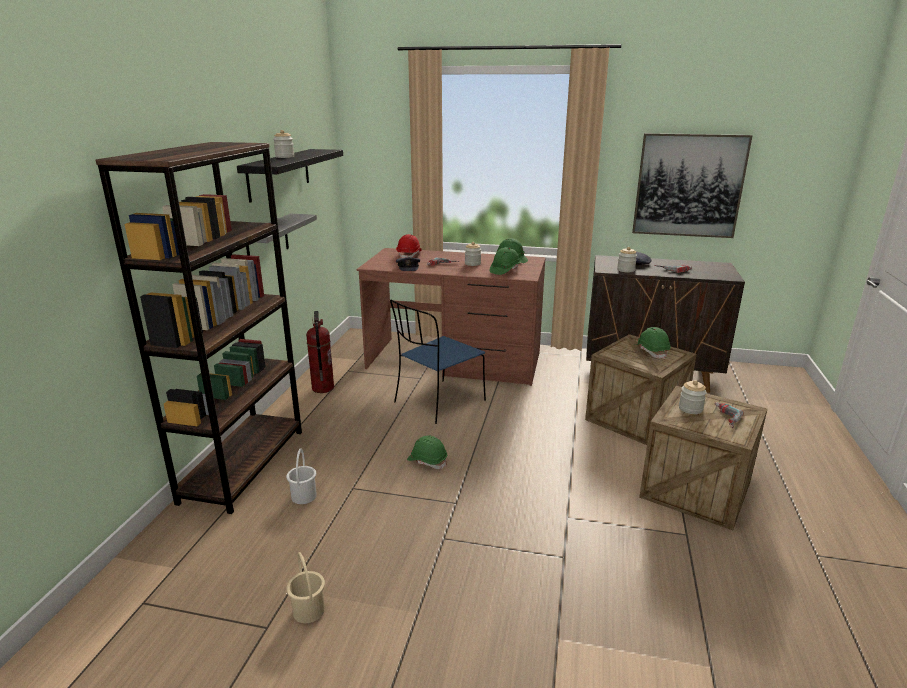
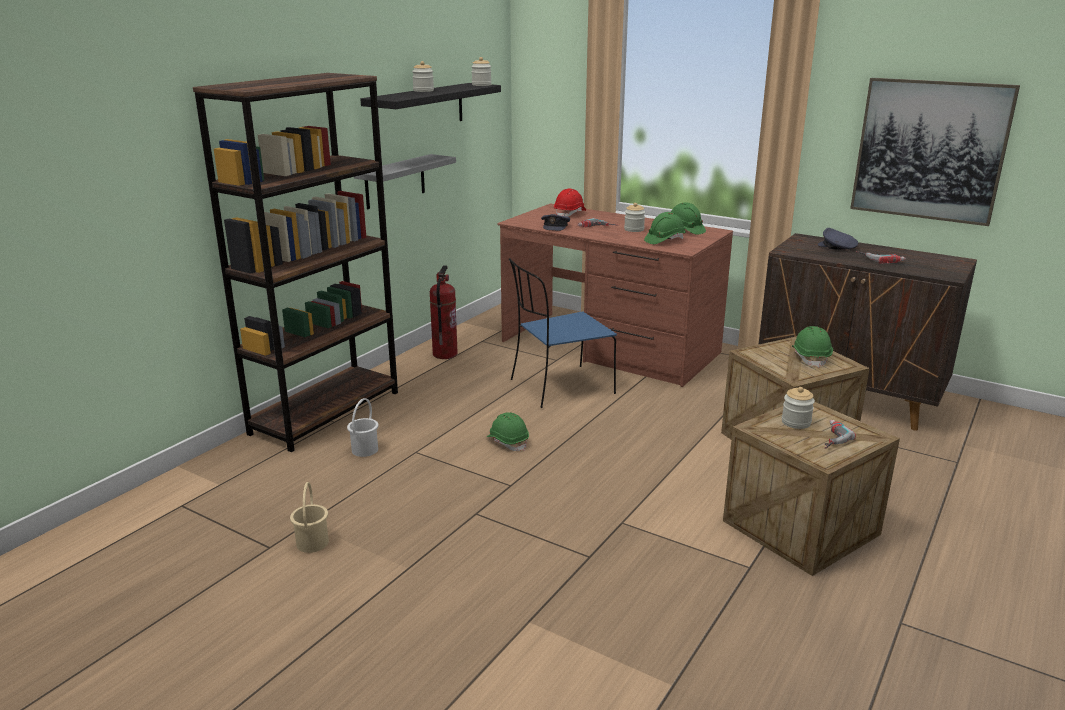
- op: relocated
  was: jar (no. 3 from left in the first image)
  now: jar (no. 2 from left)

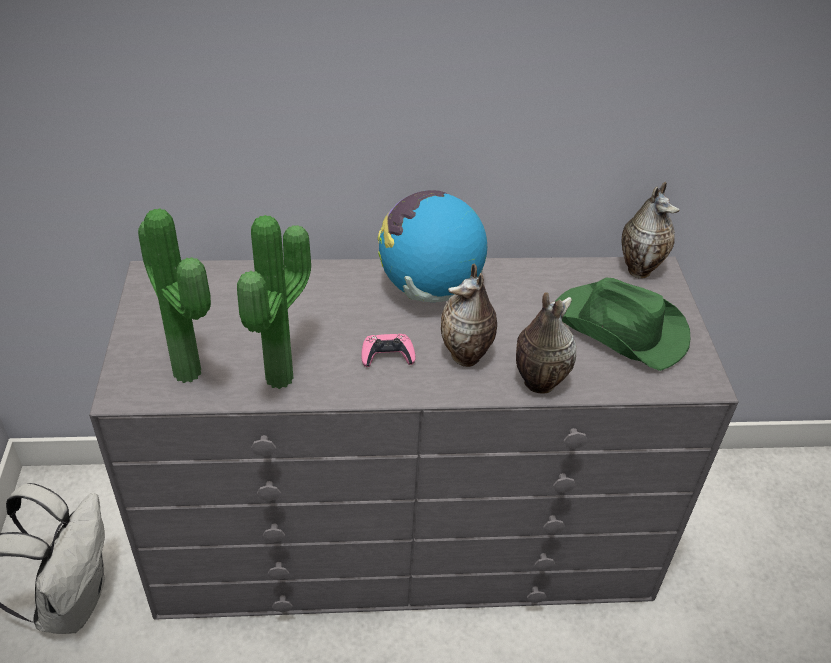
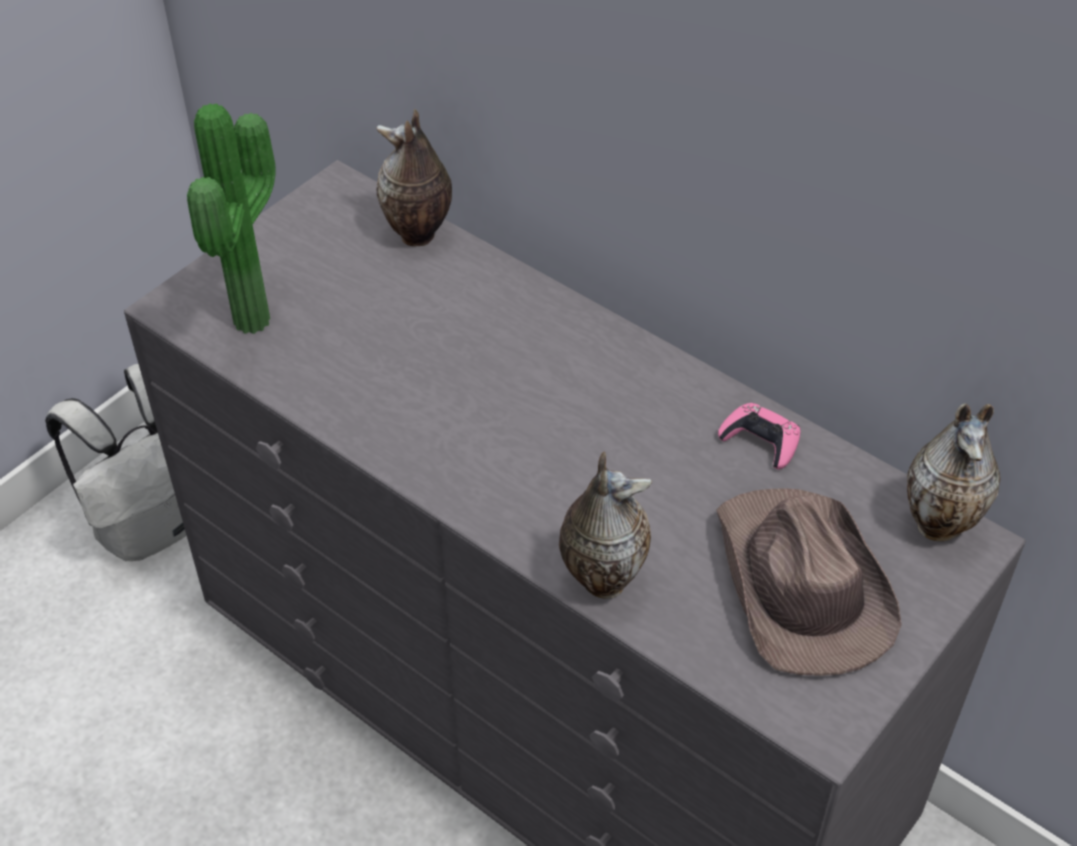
- op: relocated
  was: decorative vase (no. 1 from left)
- op: colour
  was: clothing hat/green
  now: clothing hat/brown
- op: relocated
  was: game controller/pinkish
- op: missing
  was: plant in a pot (no. 2 from left)
- op: missing
  was: globe

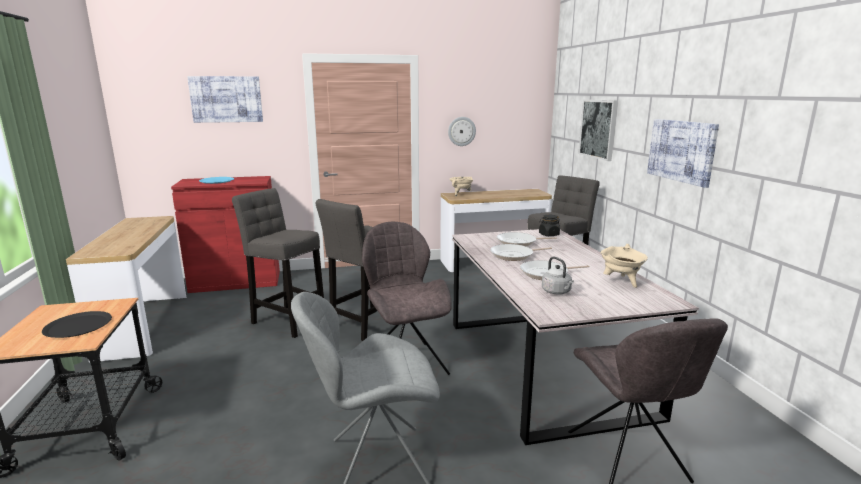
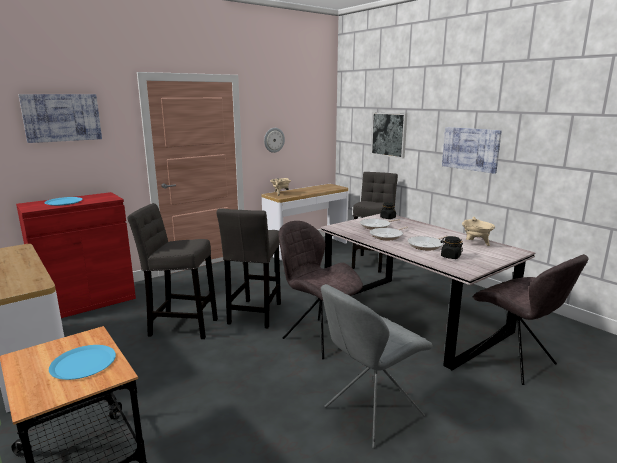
- op: colour
  was: flat dish/black-coloured
  now: flat dish/blue-coloured (no. 2 from left)
- op: exchanged
  was: tea kettle/gray
  now: jar/black-coloured (no. 2 from left)

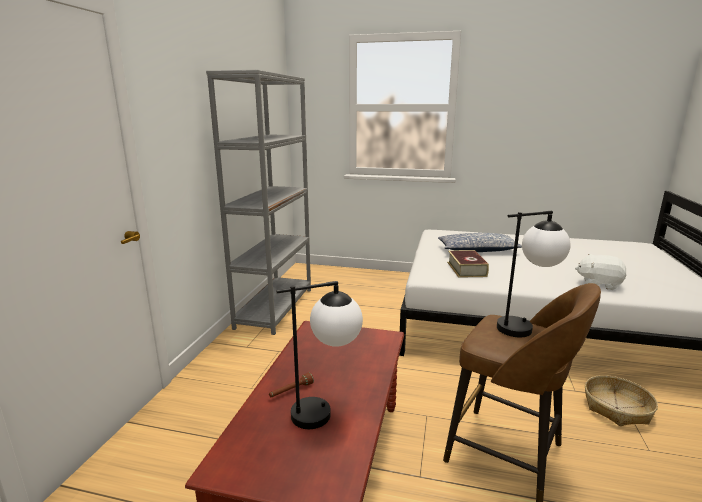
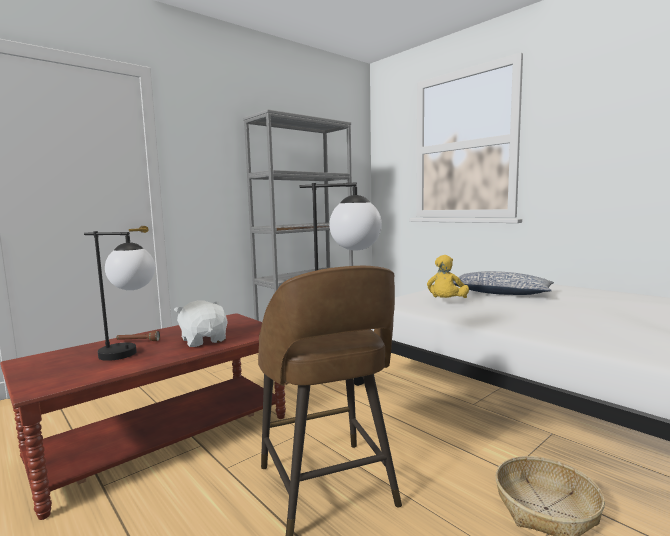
- op: relocated
  was: cuddly toy/whitish
- op: exchanged
  was: book
  now: cuddly toy/yellowish

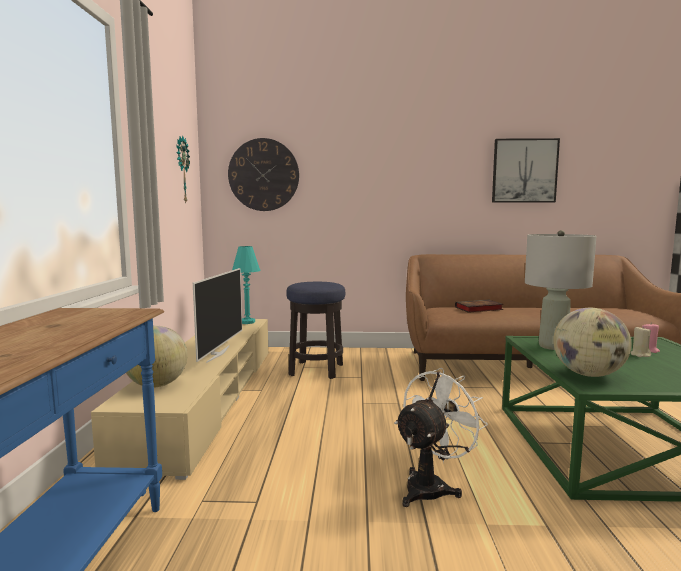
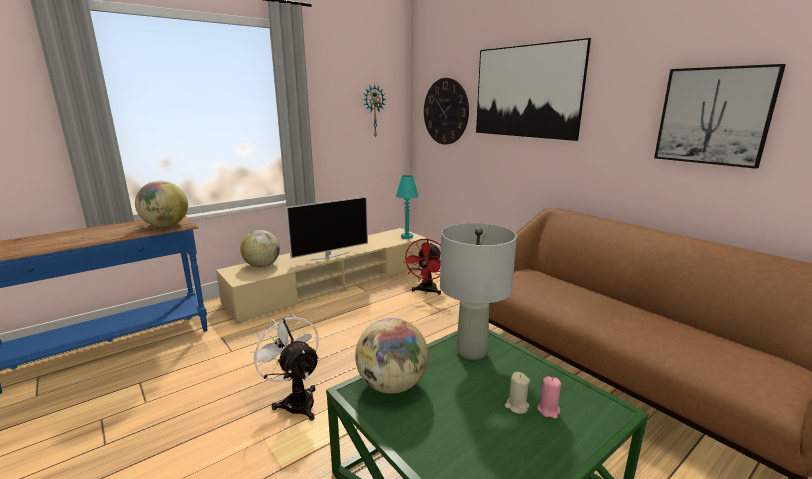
- op: appeared
  now: globe (no. 1 from left)
- op: spun
  was: electric fan/whitish
  clockwise: -135
- op: exchanged
  was: stool
  now: electric fan/reddish
- op: appeared
  now: picture (no. 1 from left)
- op: missing
  was: book

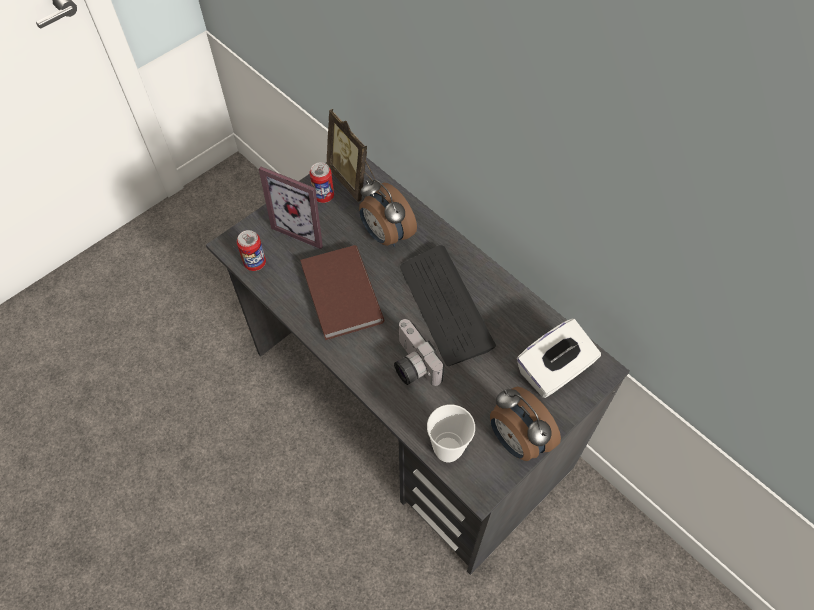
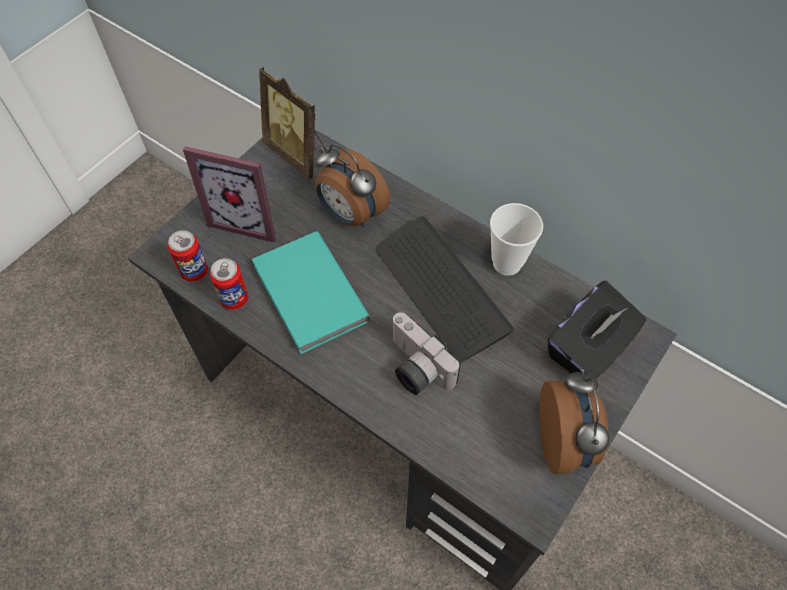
- op: relocated
  was: can (no. 2 from left)
- op: colour
  was: book/brown
  now: book/blue-green
- op: relocated
  was: small cup
- op: spun
  was: table clock (no. 2 from left)
  clockwise: -135
- op: colour
  was: tissue holder/whitish
  now: tissue holder/black-coloured

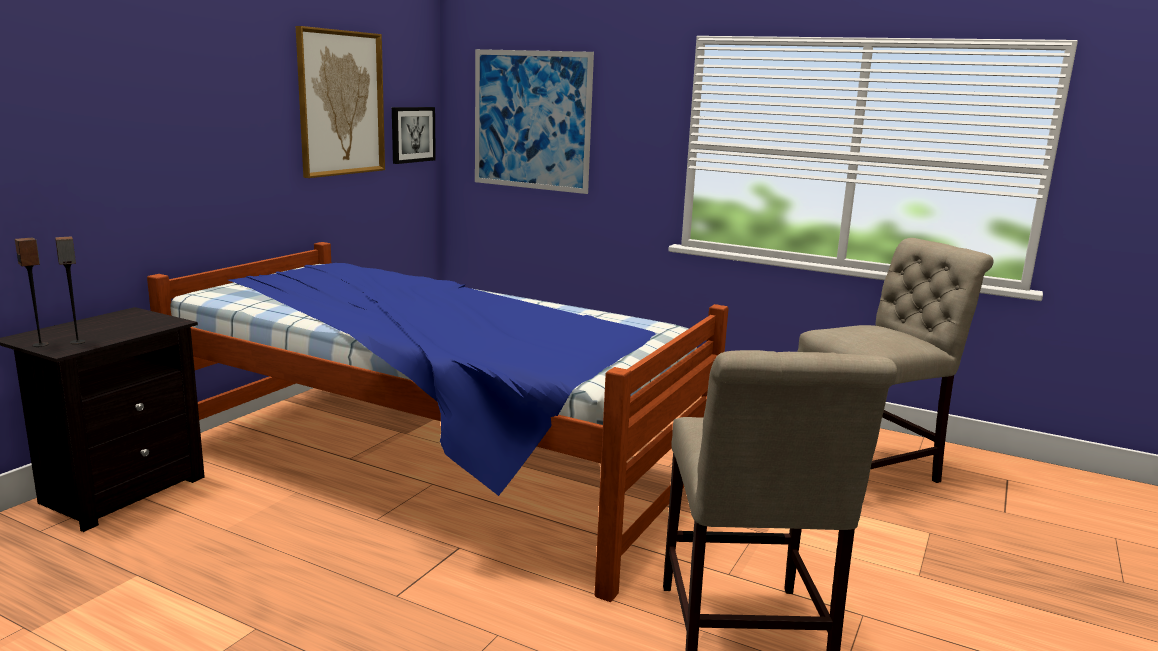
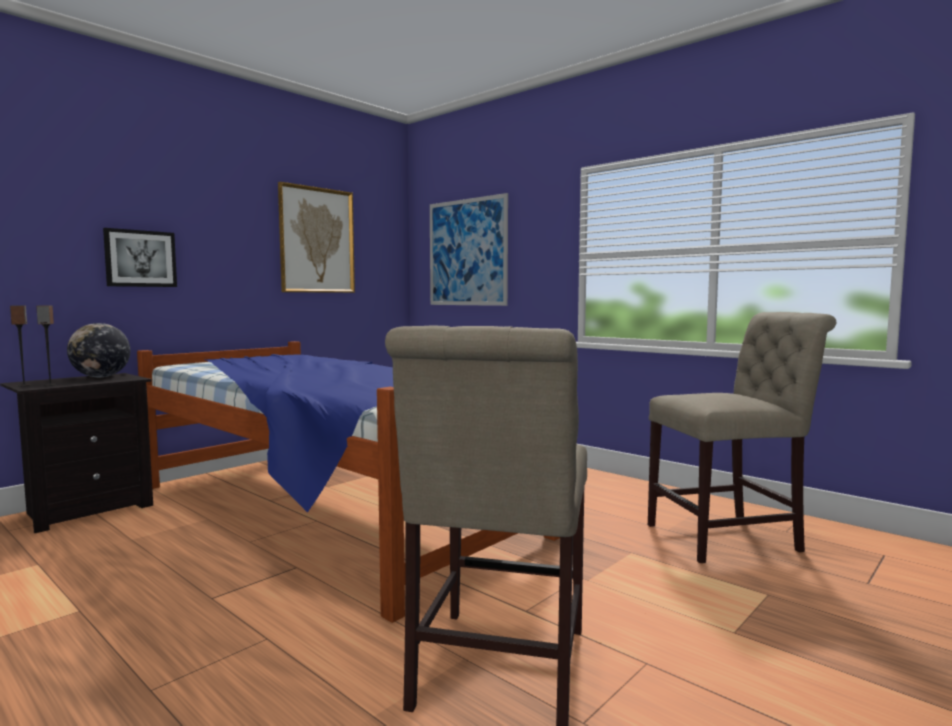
- op: appeared
  now: globe
- op: relocated
  was: picture (no. 2 from left in the first image)
  now: picture (no. 1 from left)

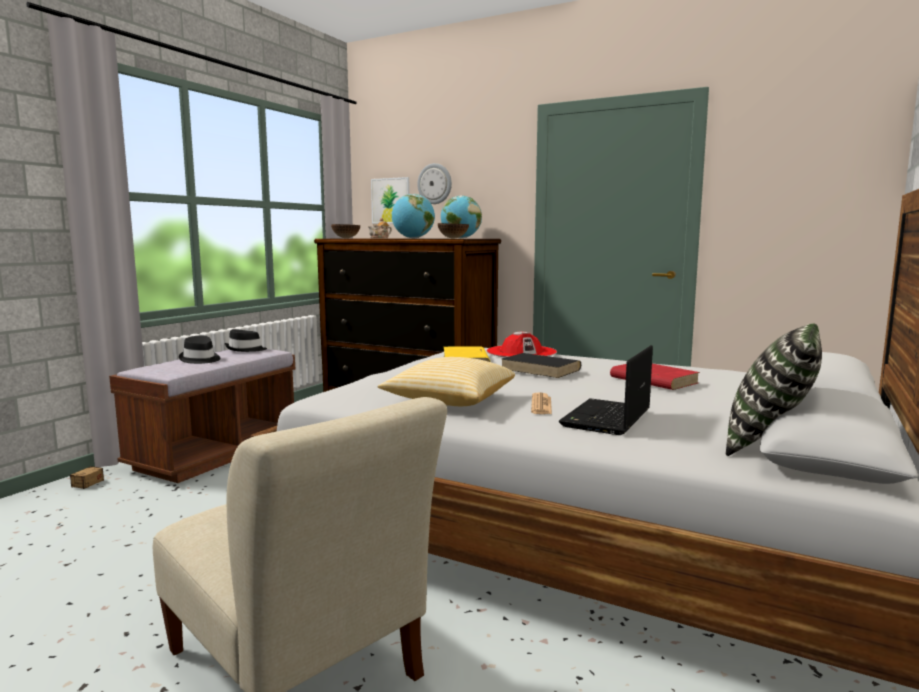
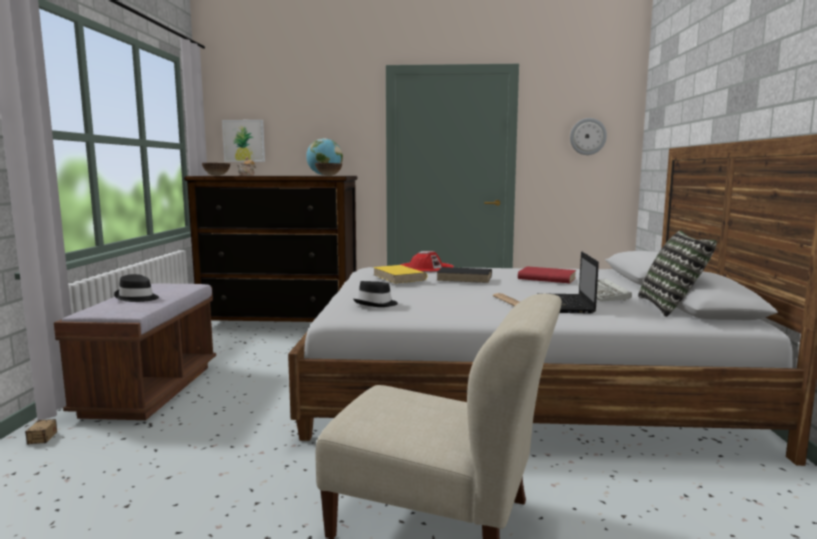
- op: relocated
  was: clothing hat/black-coloured (no. 2 from left)
- op: relocated
  was: hanging clock
- op: appeared
  now: PC keyboard
- op: missing
  was: throw pillow (no. 1 from left)
- op: missing
  was: globe (no. 1 from left)

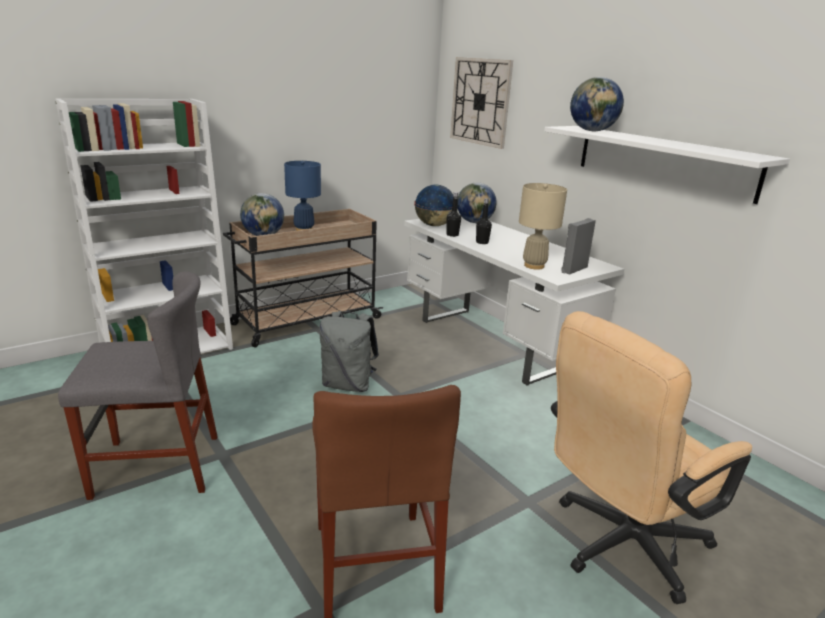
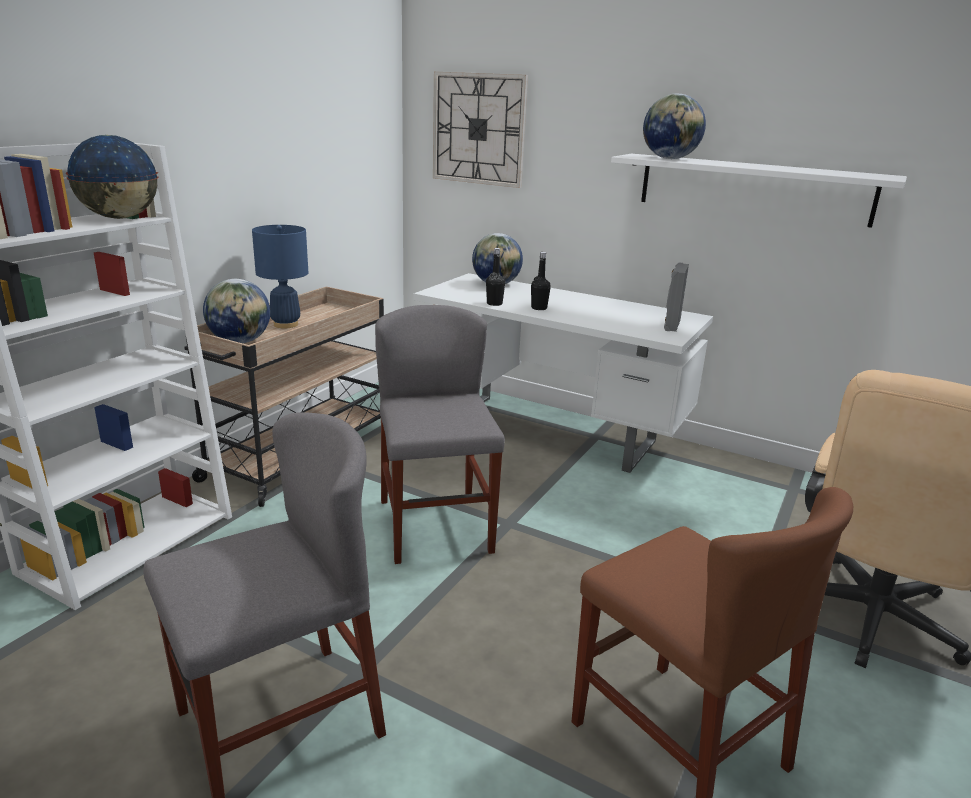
- op: relocated
  was: globe (no. 2 from left in the first image)
  now: globe (no. 1 from left)
- op: exchanged
  was: knapsack/gray
  now: plain chair/gray (no. 2 from left)
- op: missing
  was: tabletop lamp/beige

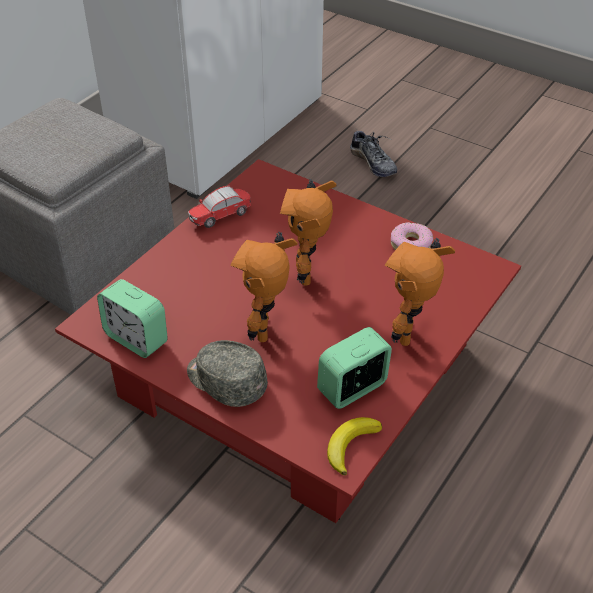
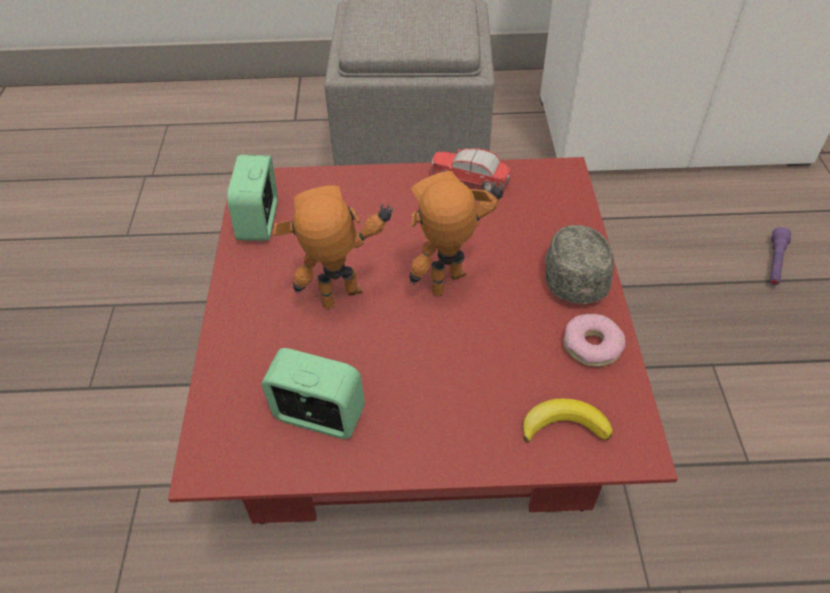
- op: relocated
  was: banana
- op: relocated
  was: baseball cap/gray
- op: exchanged
  was: low shoe
  now: hand torch/purple
- op: missing
  was: robot figure (no. 3 from left)

